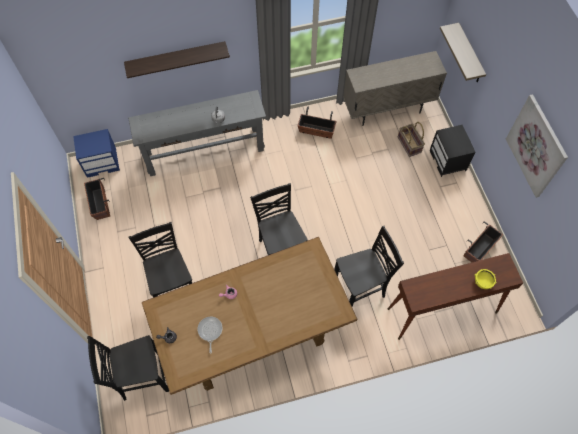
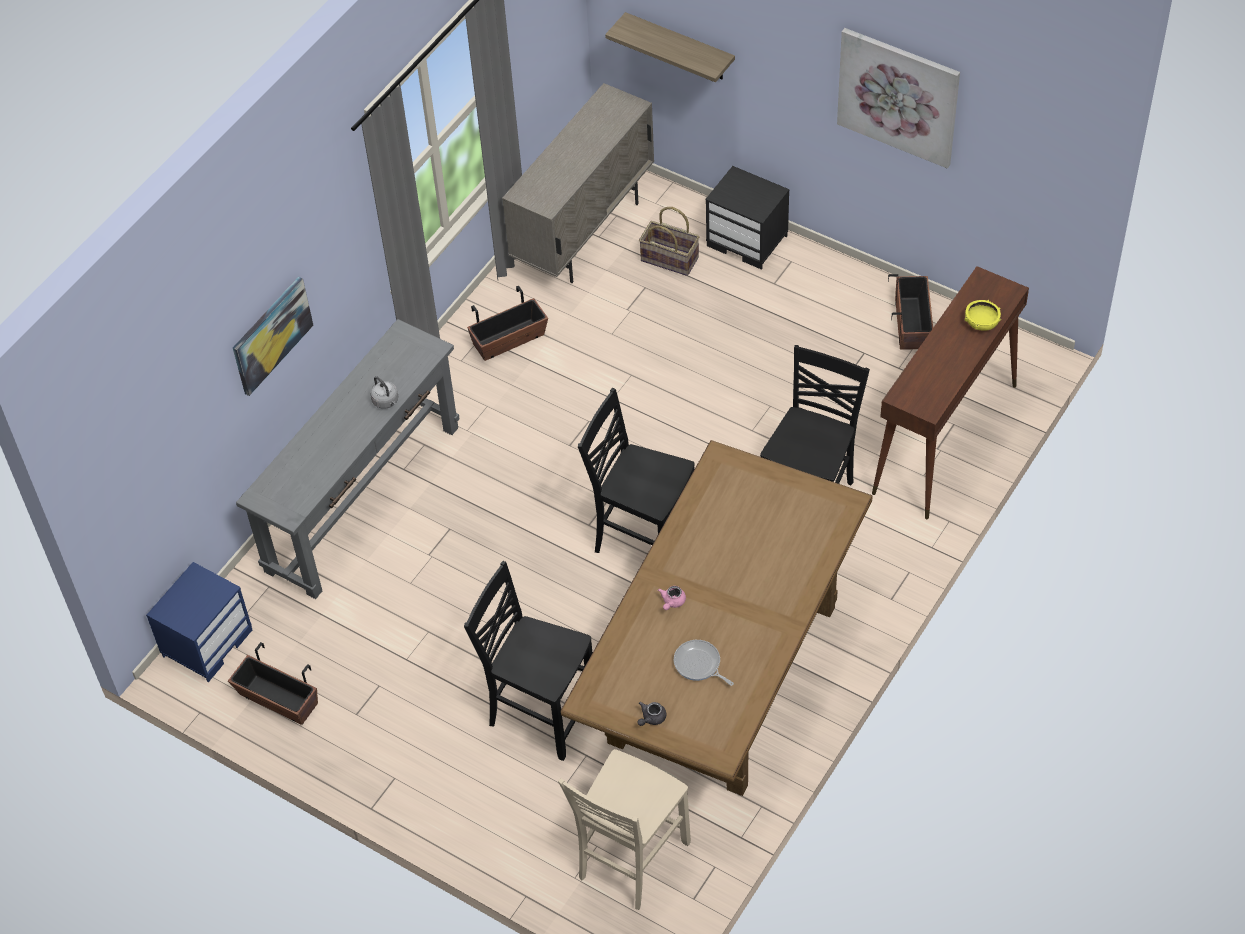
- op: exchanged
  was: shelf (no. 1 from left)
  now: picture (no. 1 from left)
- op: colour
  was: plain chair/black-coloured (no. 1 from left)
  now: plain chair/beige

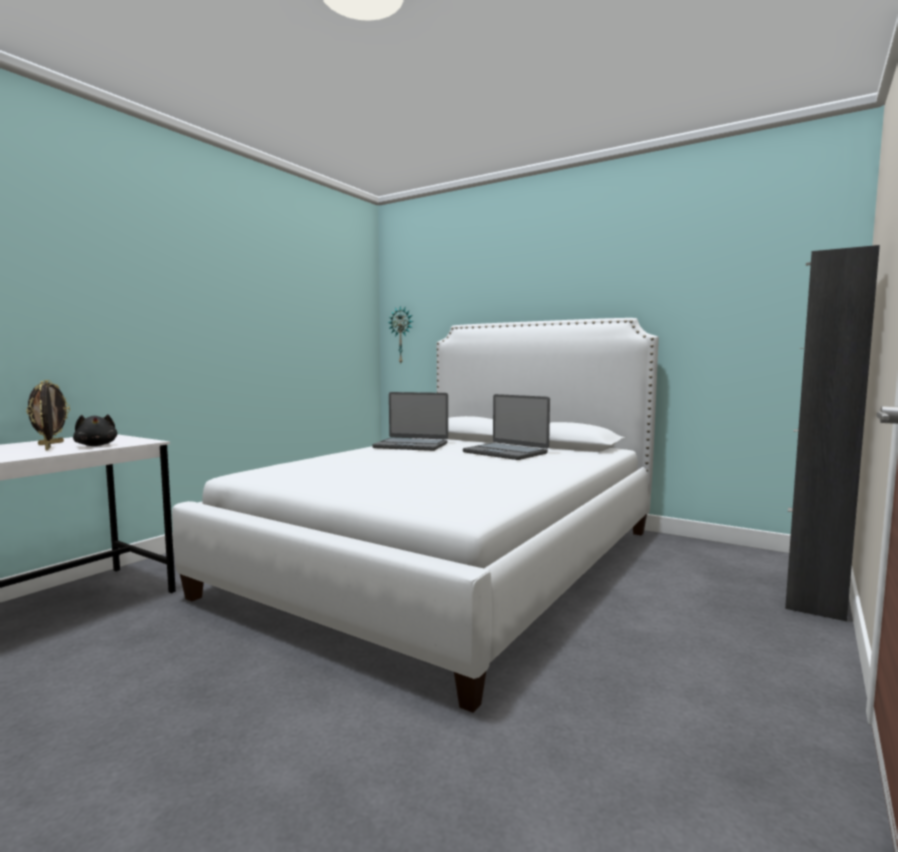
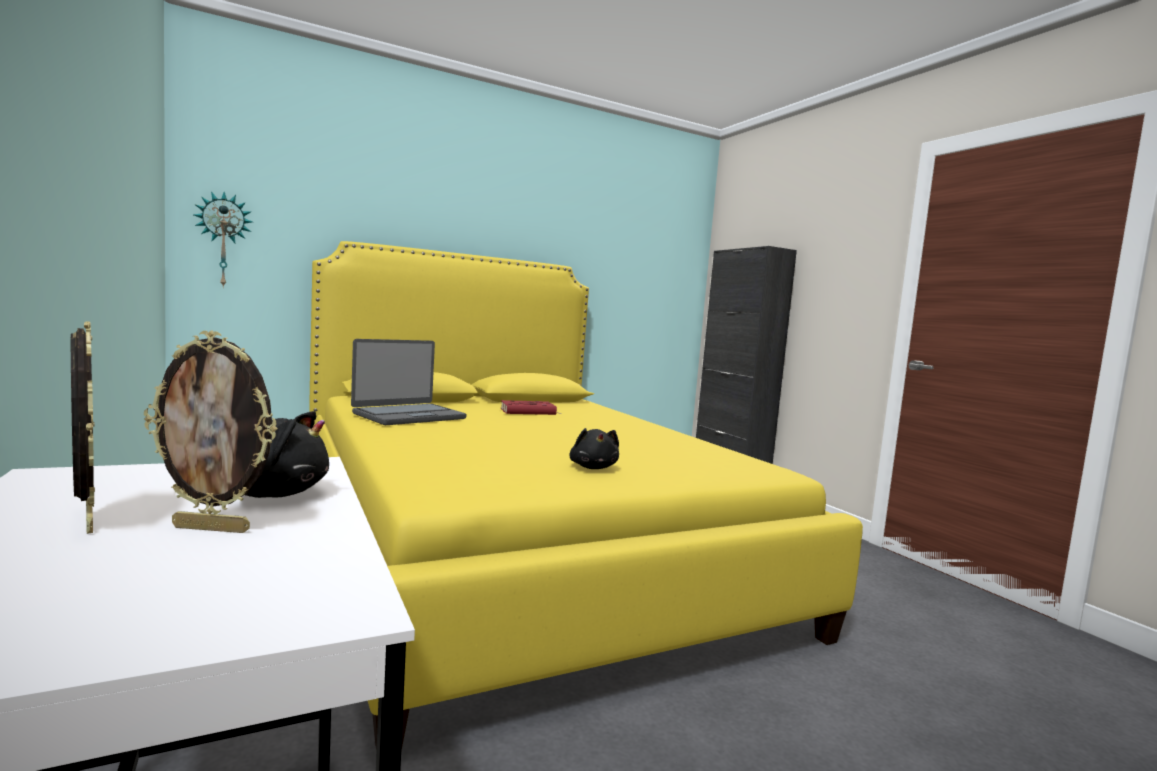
- op: colour
  was: bedroom bed/whitish
  now: bedroom bed/yellowish
- op: exchanged
  was: notebook computer (no. 2 from left)
  now: book/reddish
- op: appeared
  now: cuddly toy/black-coloured (no. 2 from left)

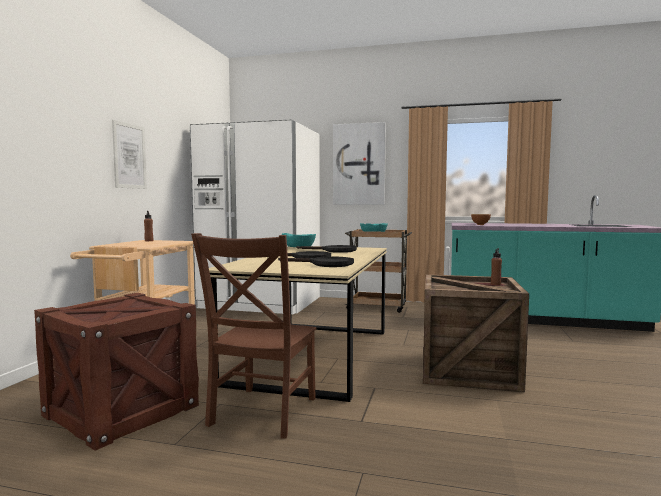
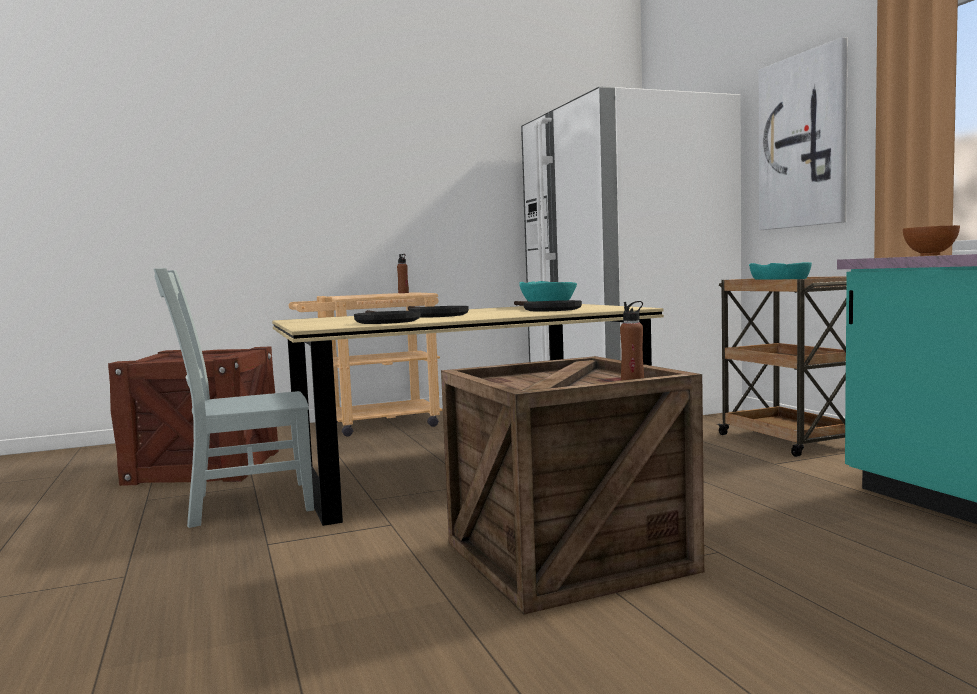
- op: colour
  was: plain chair/brown
  now: plain chair/gray
- op: missing
  was: picture (no. 1 from left)

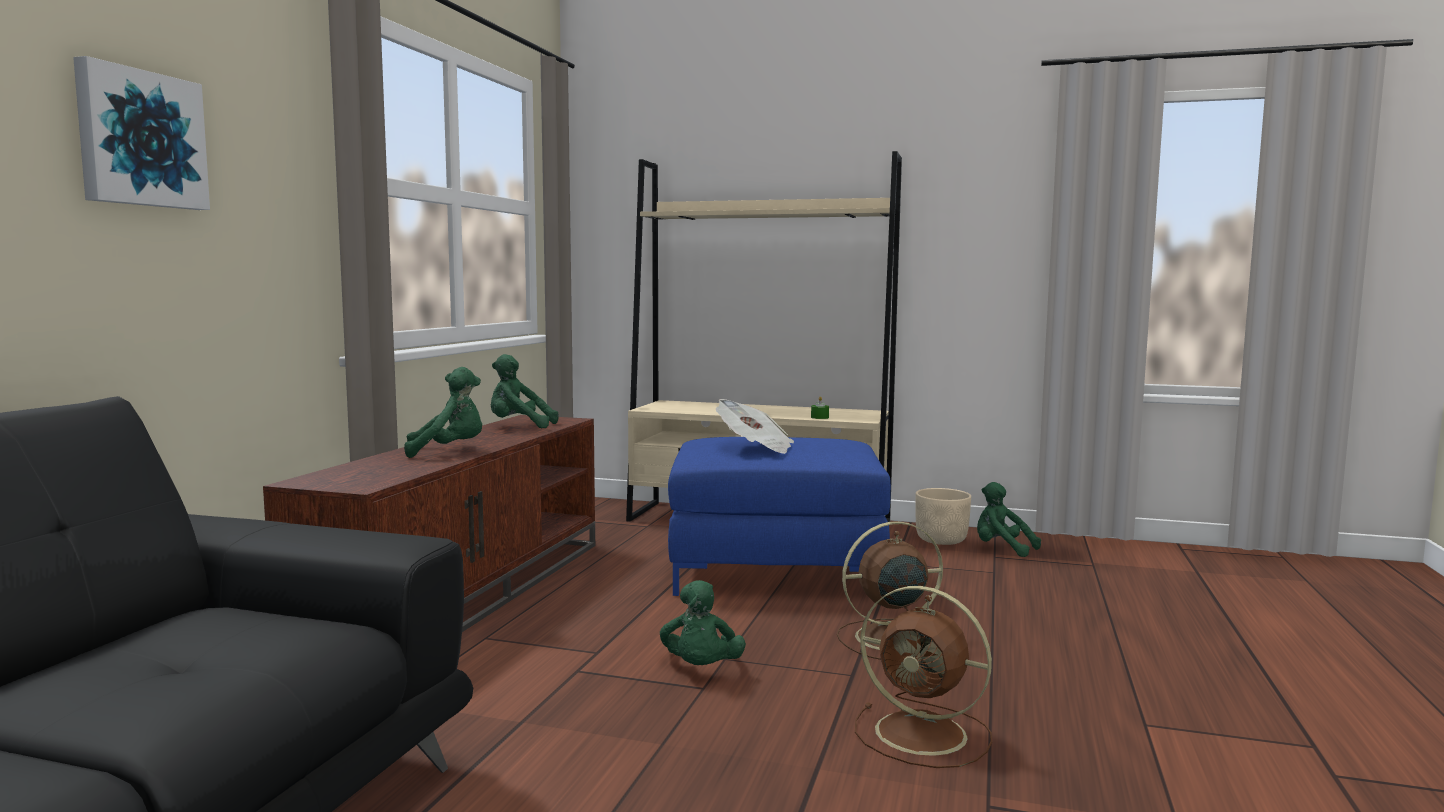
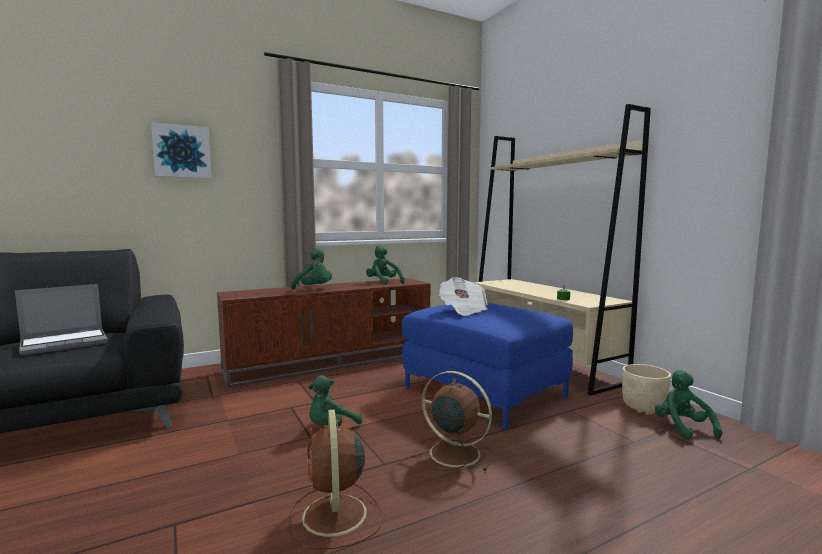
- op: appeared
  now: notebook computer

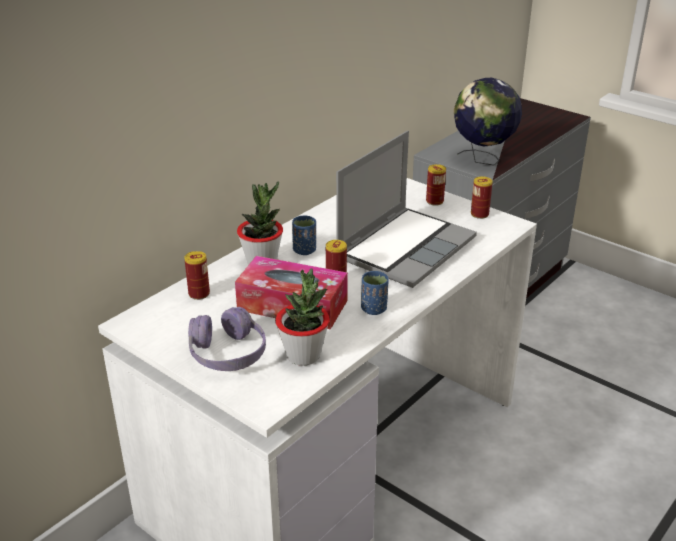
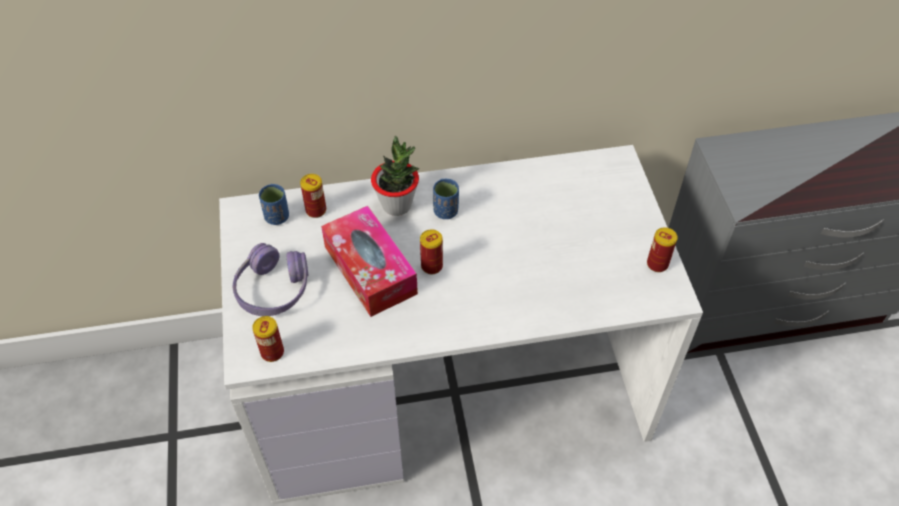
- op: relocated
  was: can (no. 3 from left in the first image)
  now: can (no. 1 from left)
- op: relocated
  was: small cup/blue-coloured (no. 2 from left in the first image)
  now: small cup/blue-coloured (no. 1 from left)
- op: missing
  was: plant in a pot (no. 2 from left)
- op: missing
  was: notebook computer
- op: missing
  was: globe

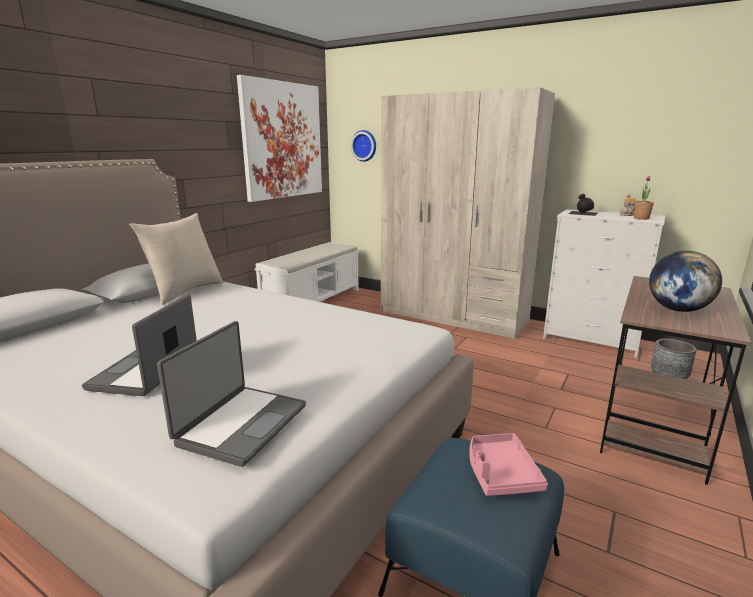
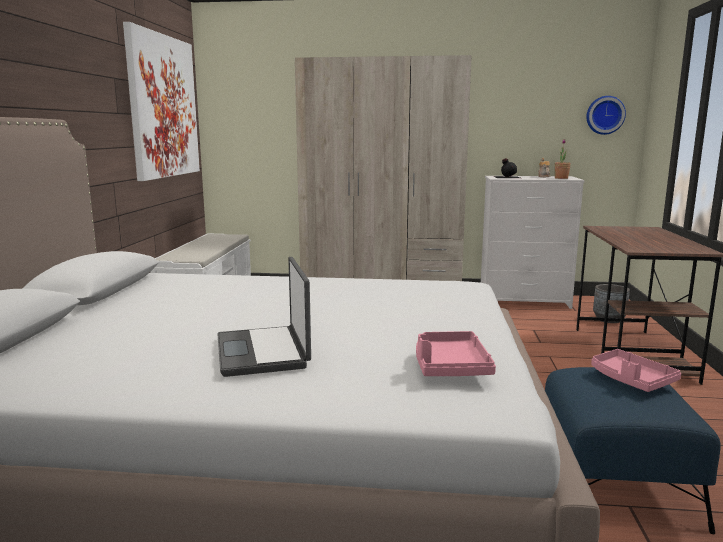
- op: exchanged
  was: notebook computer (no. 2 from left)
  now: serving tray/pinkish (no. 1 from left)
- op: relocated
  was: hanging clock
- op: missing
  was: throw pillow/beige
- op: missing
  was: globe

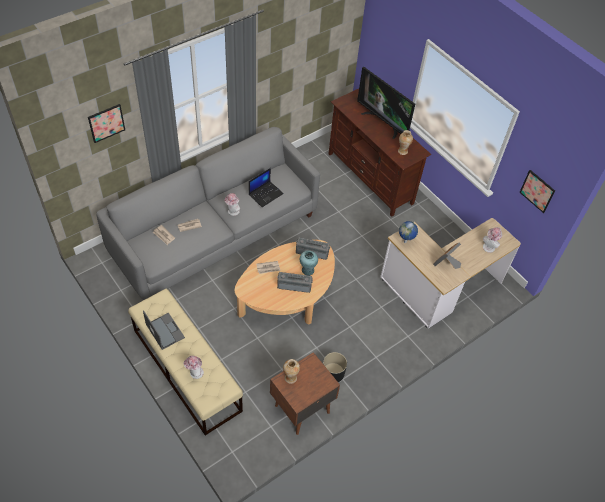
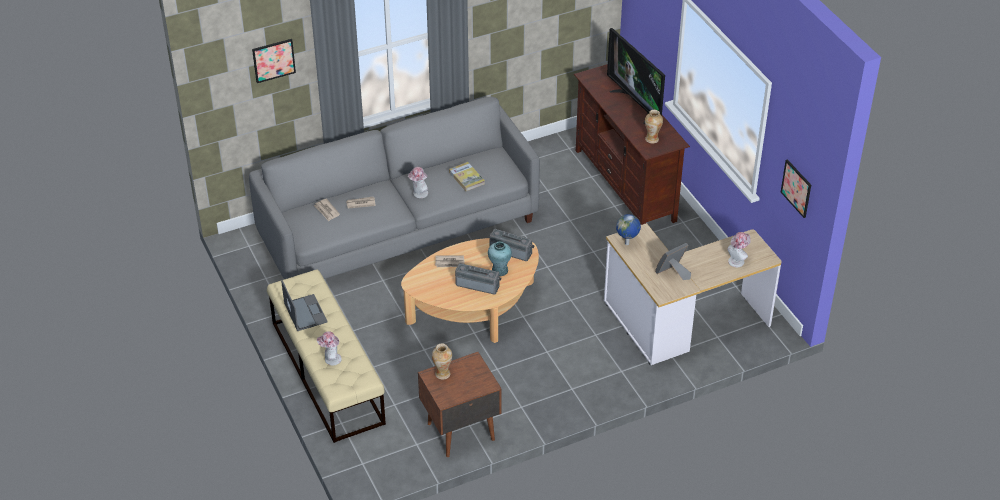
- op: exchanged
  was: notebook computer (no. 2 from left)
  now: book
- op: missing
  was: planter/black-coloured

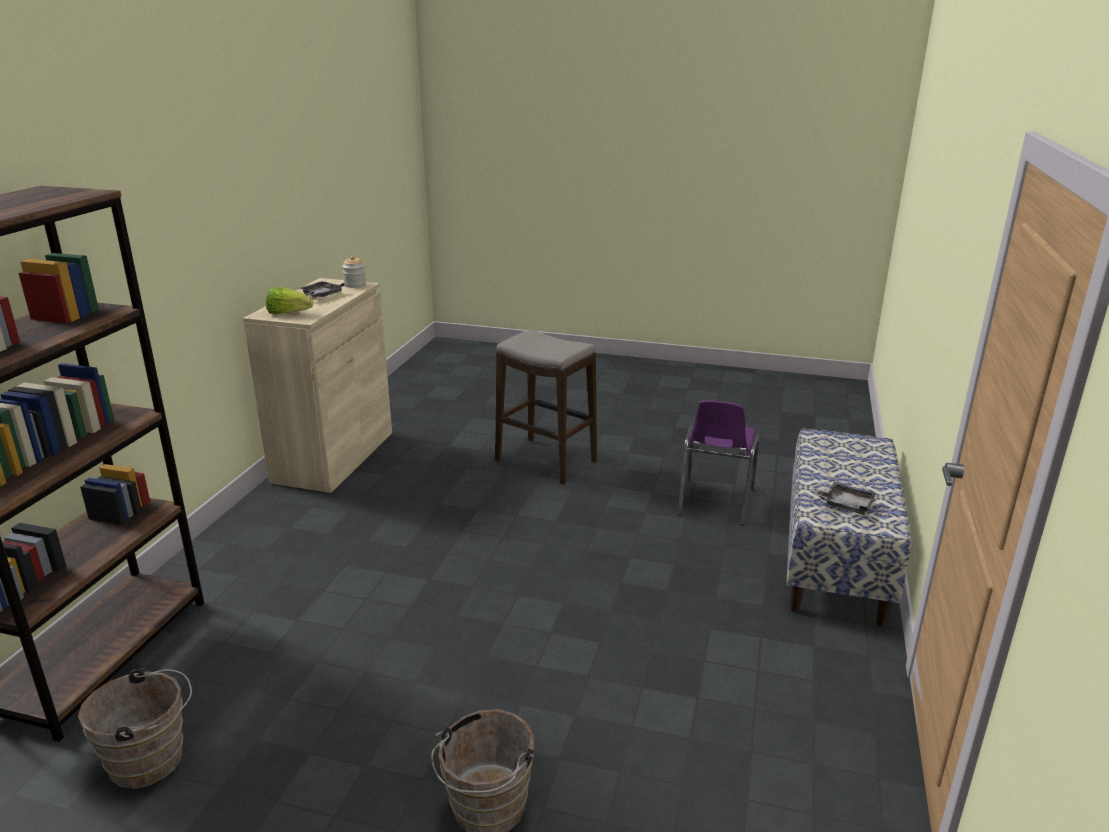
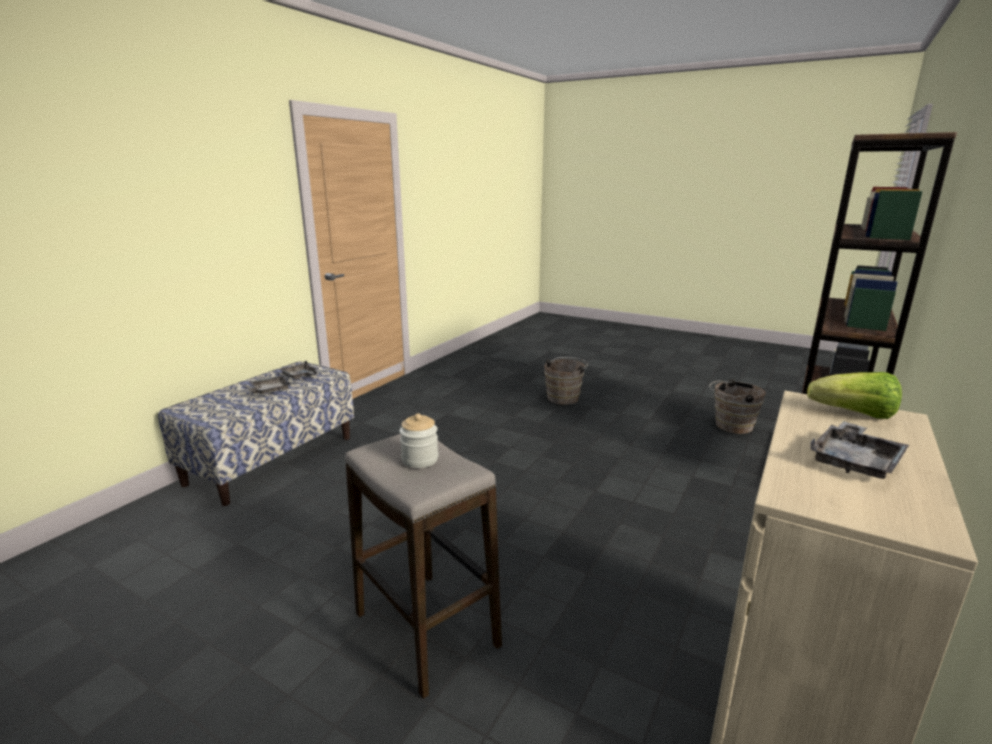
- op: appeared
  now: serving tray/gray (no. 1 from left)
- op: relocated
  was: jar
- op: missing
  was: plain chair/purple

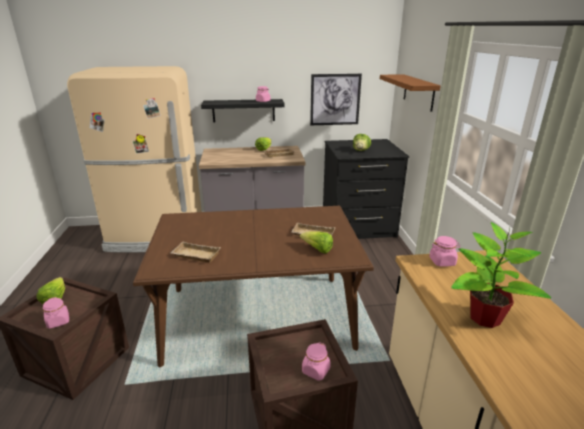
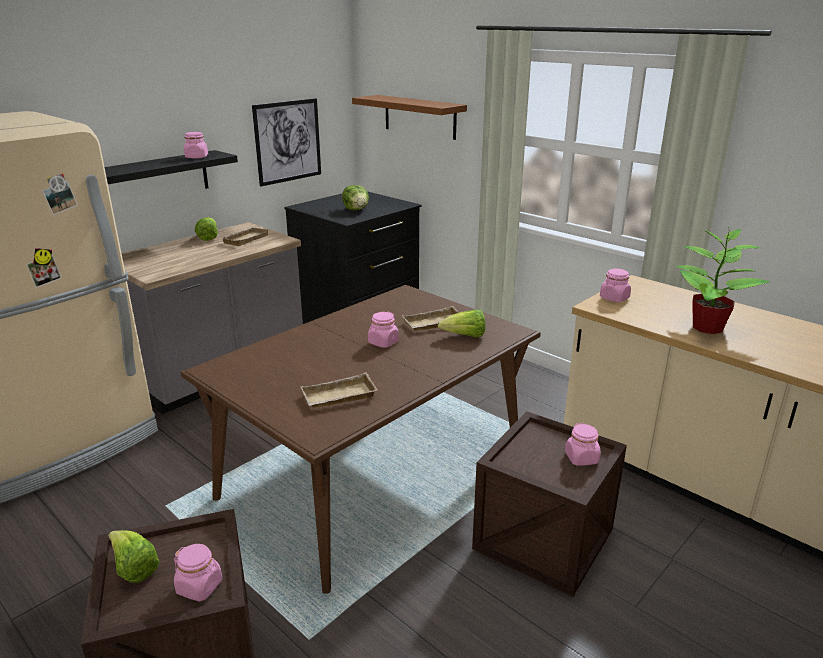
- op: appeared
  now: jar/pinkish (no. 3 from left)

